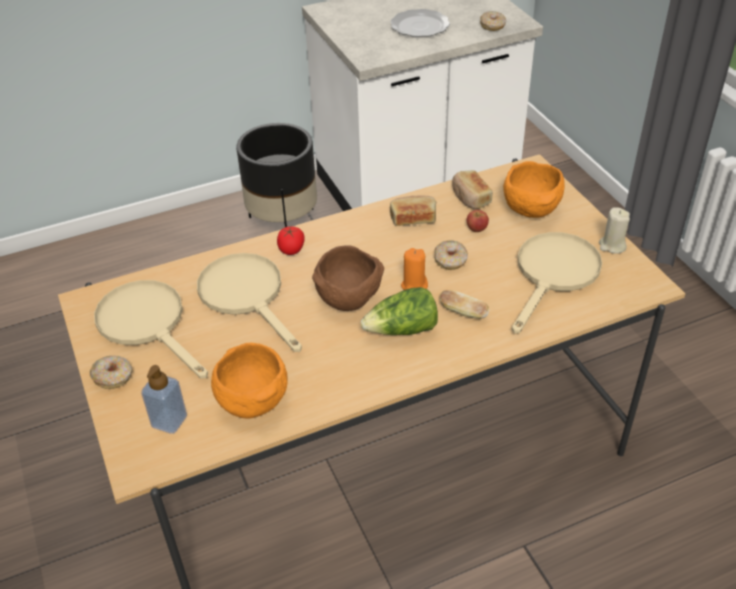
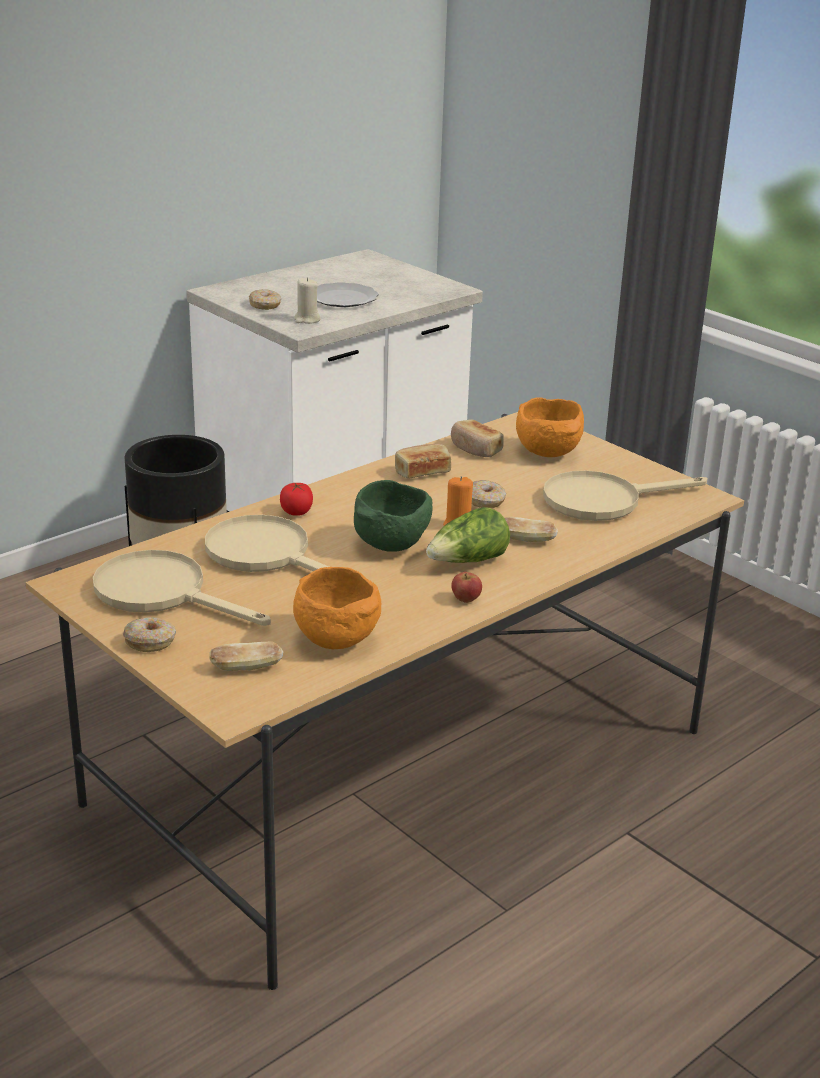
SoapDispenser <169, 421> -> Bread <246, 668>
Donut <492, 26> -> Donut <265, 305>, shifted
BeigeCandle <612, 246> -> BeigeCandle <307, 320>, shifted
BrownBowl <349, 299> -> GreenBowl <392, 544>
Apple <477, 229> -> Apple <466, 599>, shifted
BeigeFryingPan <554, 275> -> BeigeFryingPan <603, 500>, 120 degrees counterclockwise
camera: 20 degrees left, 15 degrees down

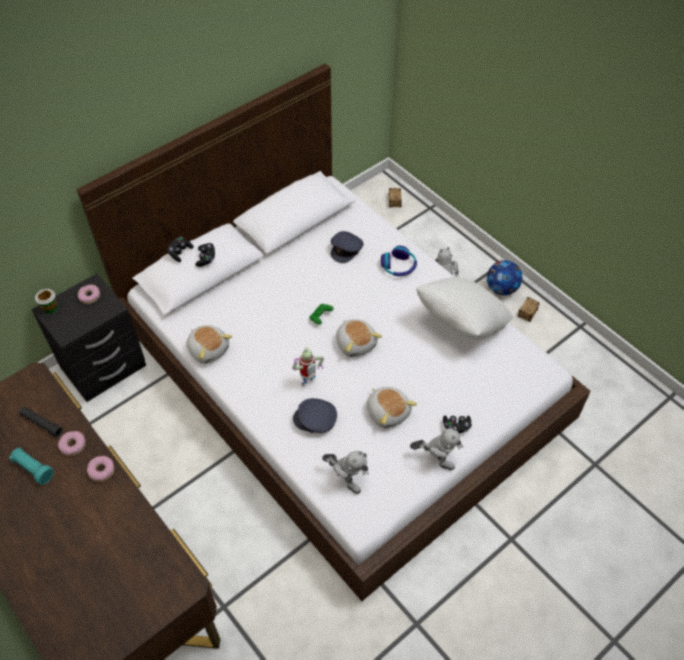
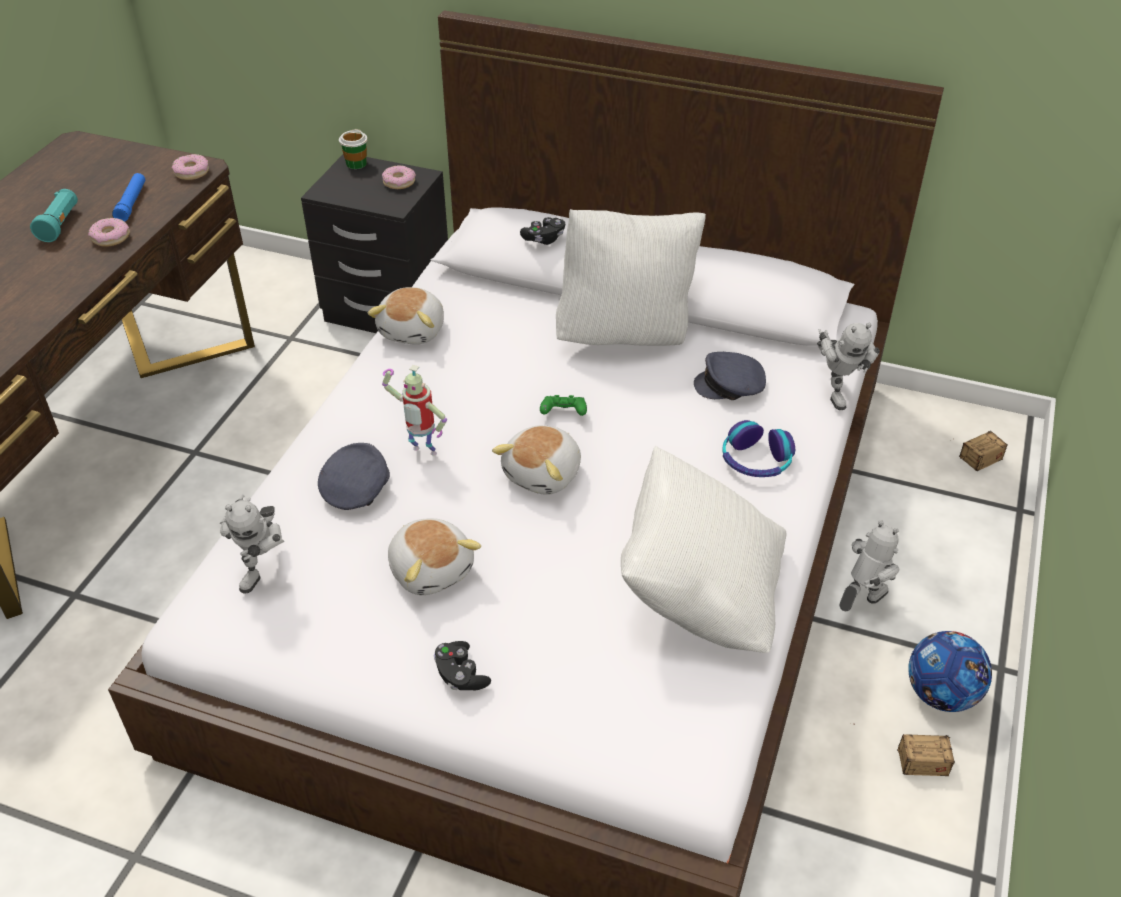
BlackFlashlight <42, 424> -> BlueFlashlight <131, 203>
Donut <101, 471> -> Donut <191, 172>, shifted
GreyCap <315, 420> -> GreyCap <355, 487>, 45 degrees clockwise
PlushToy <388, 412> -> PlushToy <432, 569>, 60 degrees counterclockwise
none -> WhitePillow <626, 335>
ToyRobot <435, 459> -> ToyRobot <836, 391>, shifted
BlackGameController <180, 252> -> none
camera: 60 degrees right, 10 degrees down

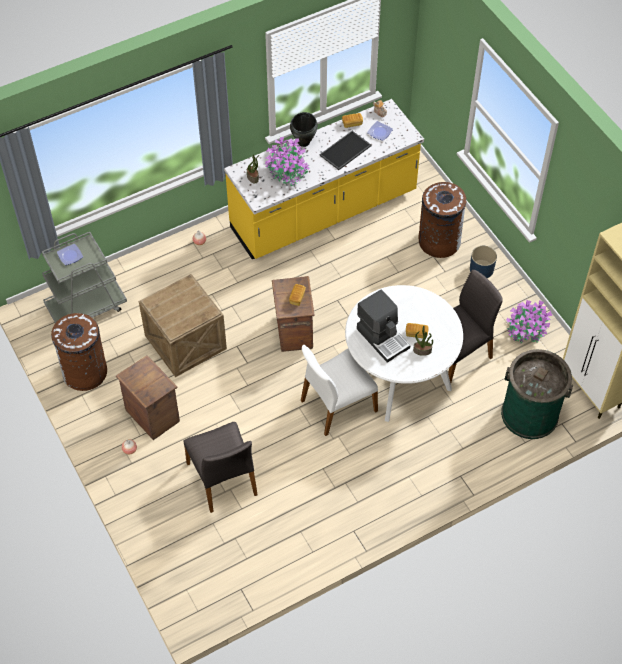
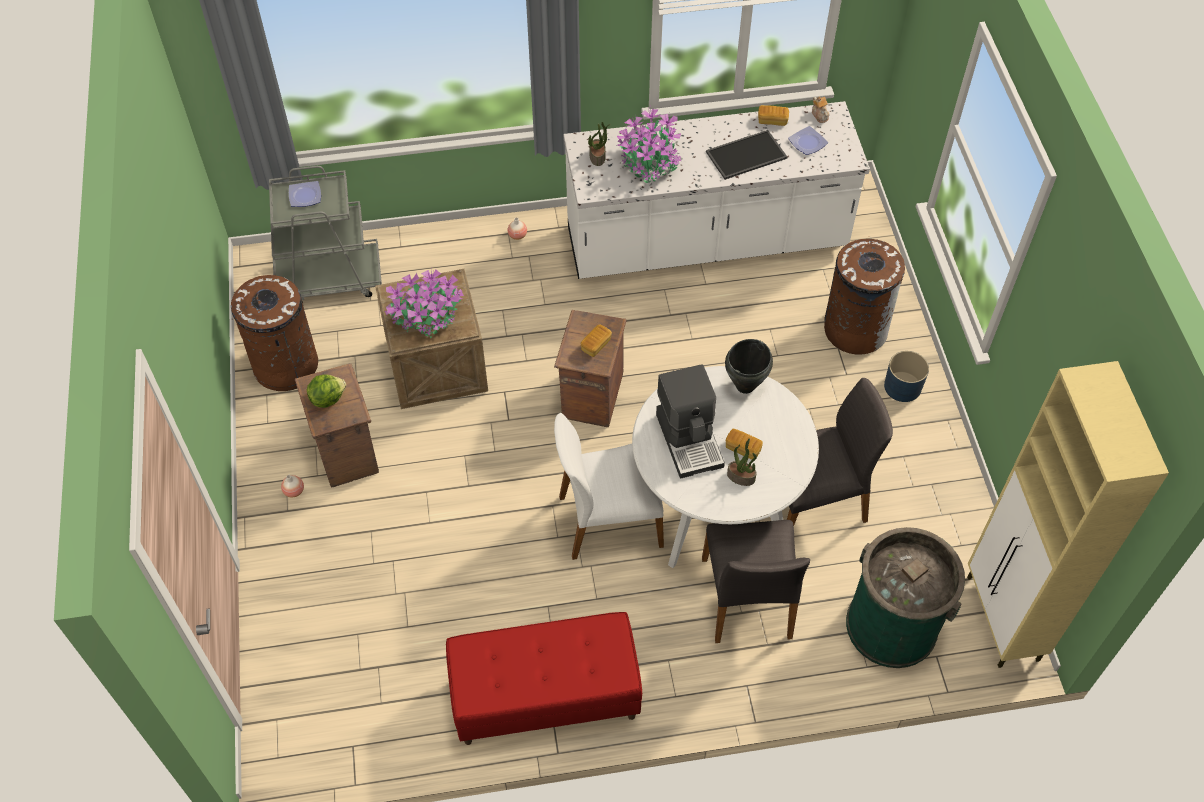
none -> Lettuce <327, 398>
PottedPlant <526, 330> -> PottedPlant <428, 317>, shifted
none -> RedBench <545, 697>
YellowCounter <324, 212> -> WhiteCounter <706, 242>
GreyChair <223, 479> -> GreyChair <748, 599>, shifted
BlackCookingPot <304, 142> -> BlackCookingPot <745, 386>, shifted
camera: 20 degrees right, 0 degrees up

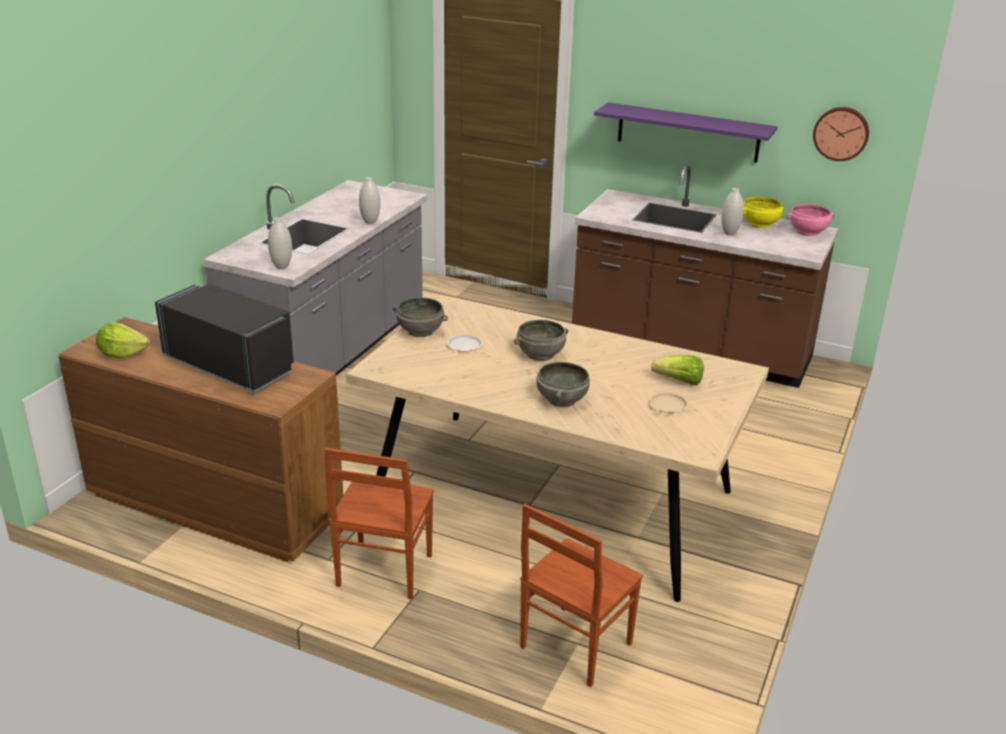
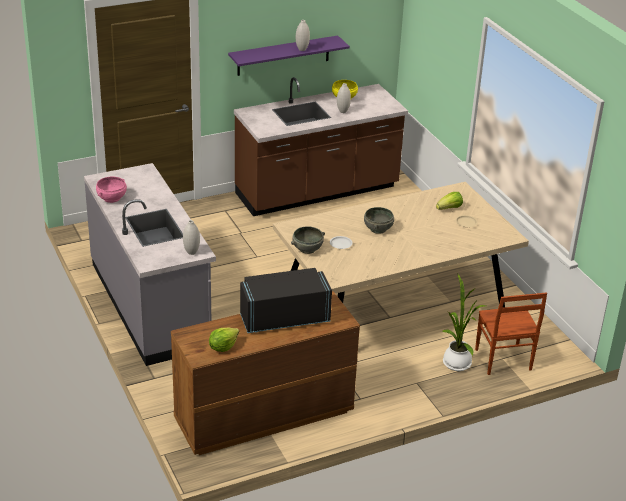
PinkBowl <807, 232> -> PinkBowl <112, 198>, shifted
WhiteVase <370, 222> -> WhiteVase <302, 49>, shifted
none -> PottedPlant <456, 361>
BrownChair <383, 571> -> none
GreyBowl <561, 399> -> none
WallClock <841, 133> -> none
camera: 50 degrees left, 5 degrees up

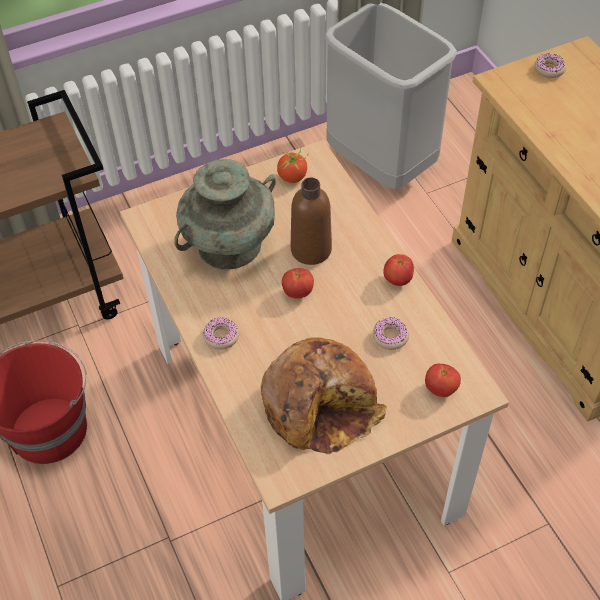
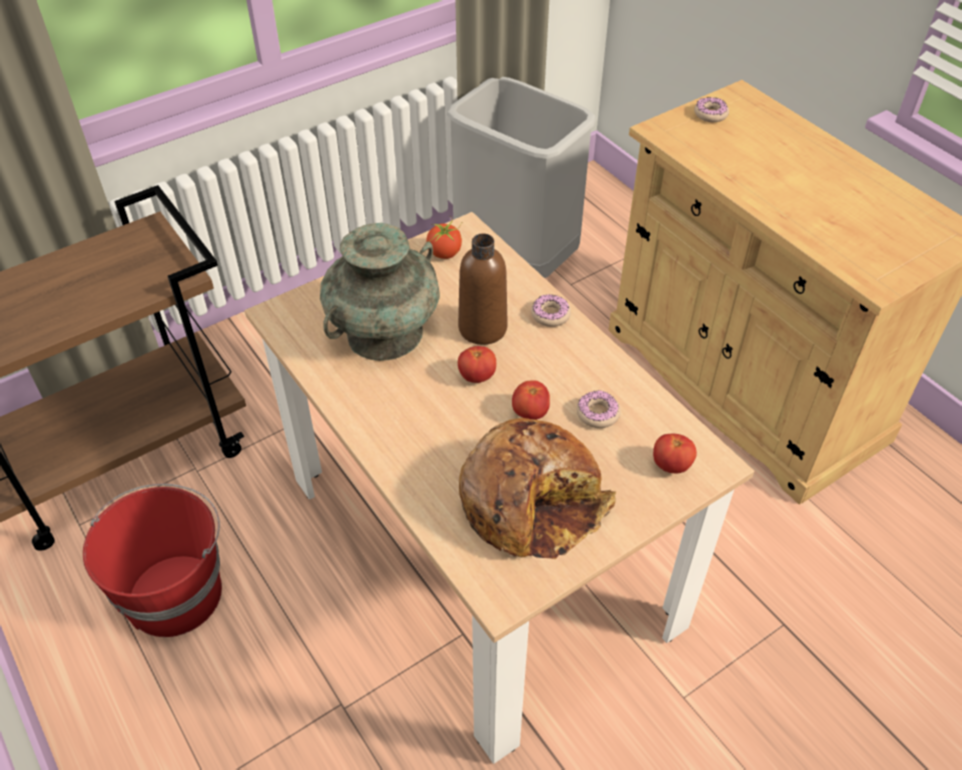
Tomato <397, 279> -> Tomato <530, 413>, shifted
Donut <221, 336> -> Donut <550, 315>, shifted
camera: 10 degrees left, 5 degrees down

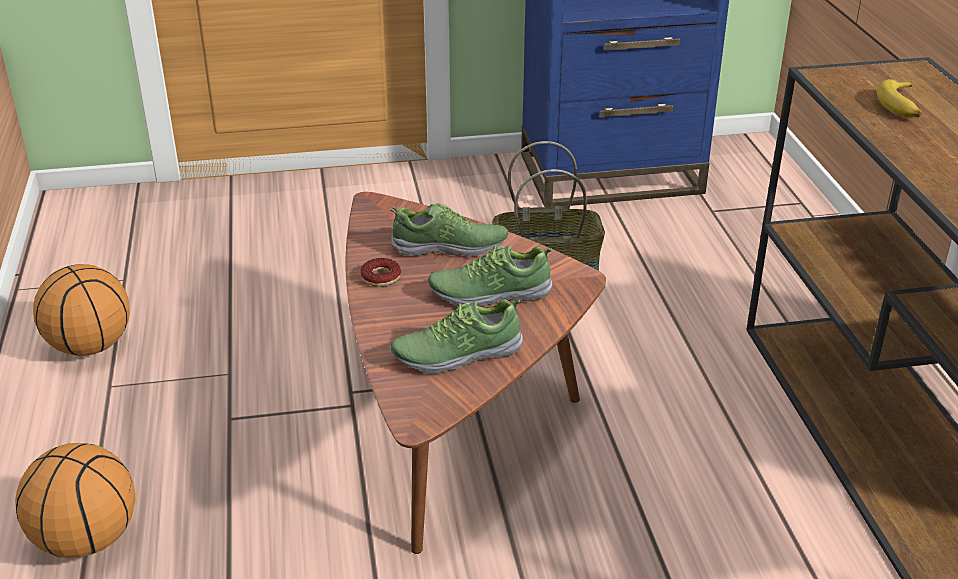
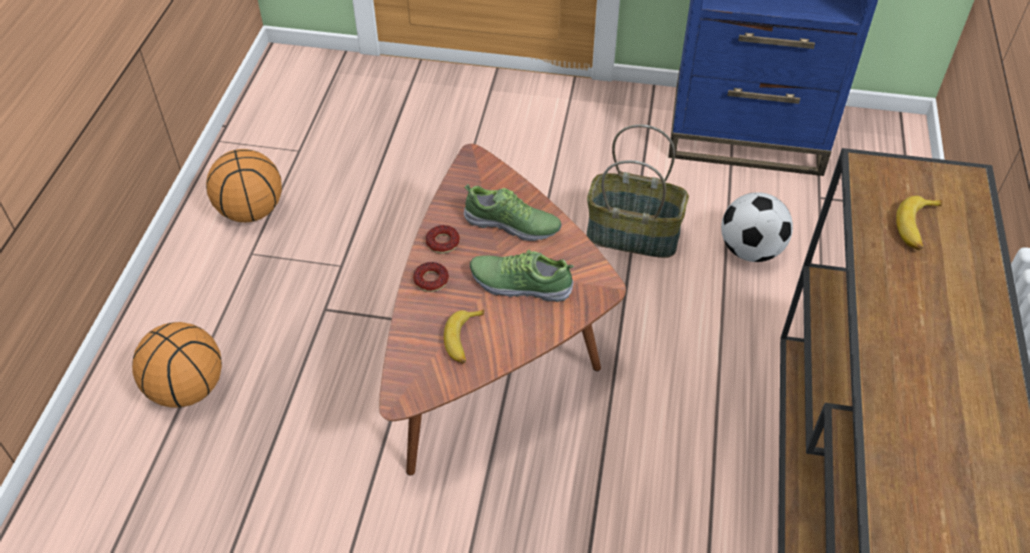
none -> Donut <431, 280>
Shoe <457, 354> -> Banana <464, 340>
none -> Football <750, 250>
camera: 20 degrees right, 15 degrees up

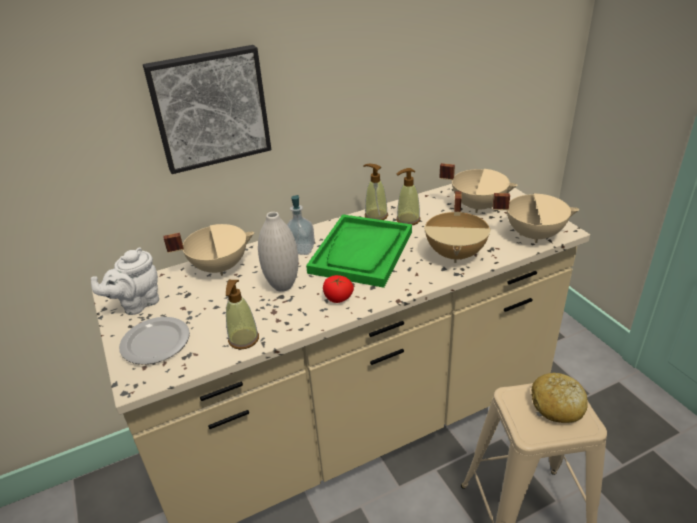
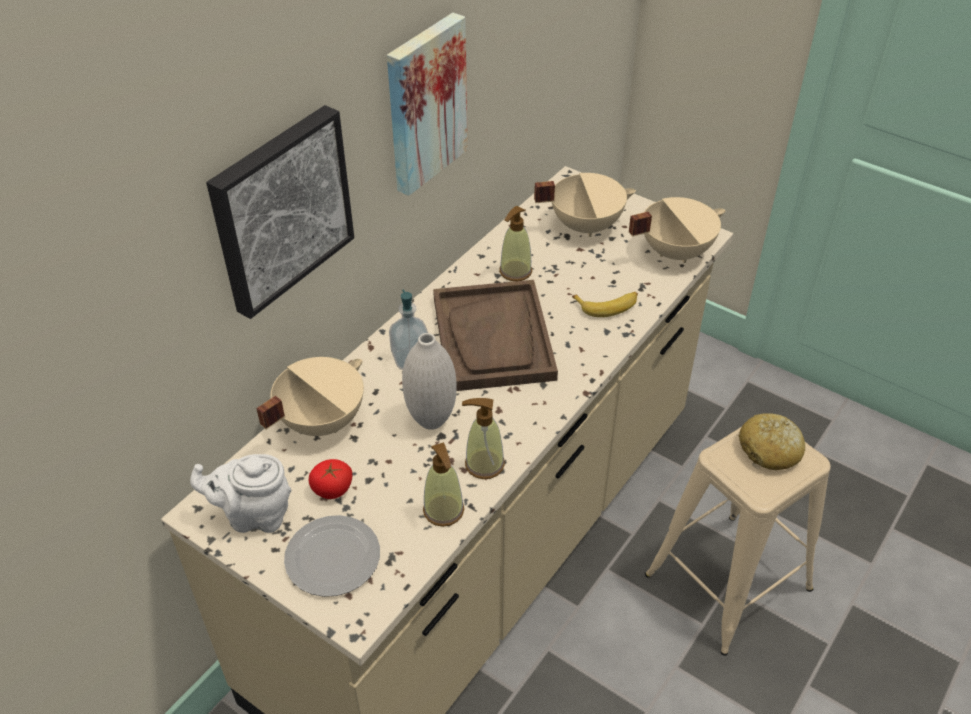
WhiteTeapot <137, 304> -> WhiteTeapot <254, 515>, 75 degrees clockwise
Tomato <338, 298> -> Tomato <332, 490>, shifted
none -> Picture <424, 103>
GreenTray <362, 252> -> BrownTray <493, 338>
SoapDispenser <376, 216> -> SoapDispenser <484, 464>, shifted
BeigeCookingPot <456, 254> -> Banana <607, 306>
camera: 30 degrees left, 10 degrees up

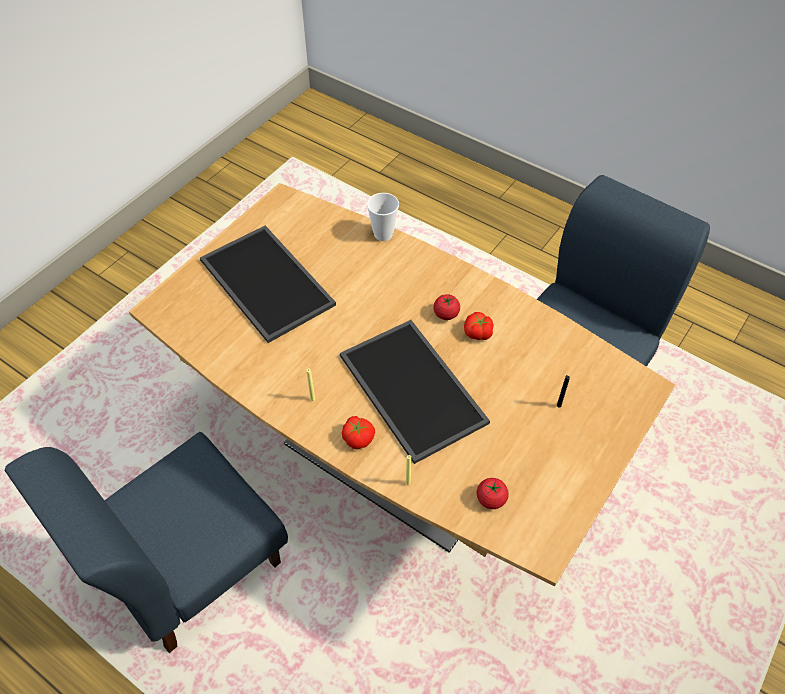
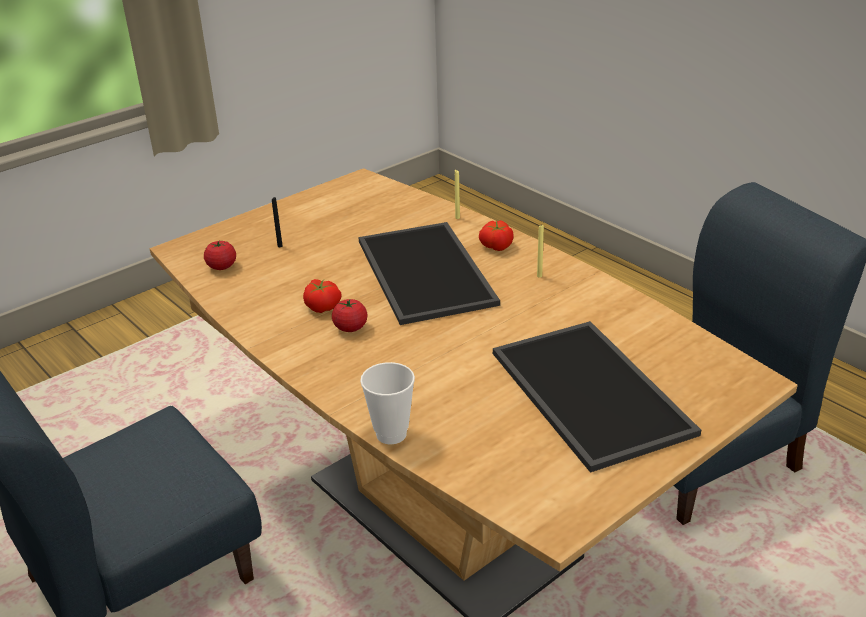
Tomato <491, 499> -> Tomato <222, 266>, shifted
camera: 165 degrees left, 20 degrees down

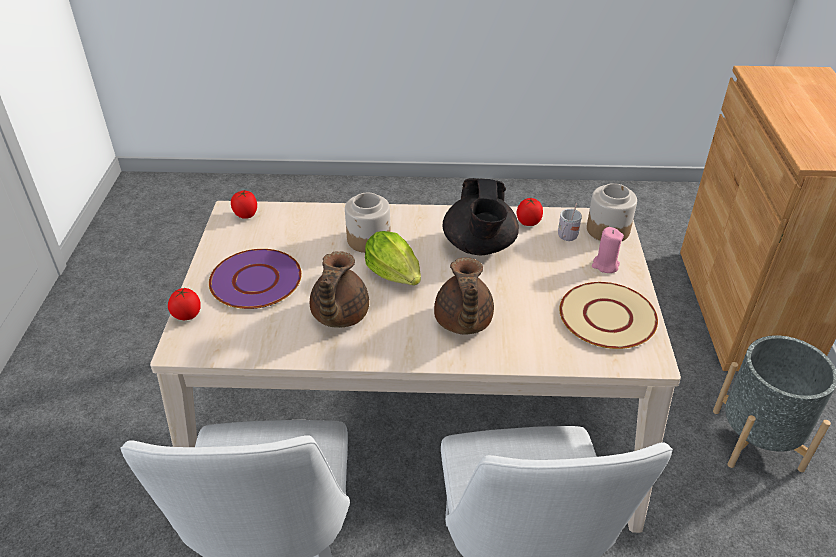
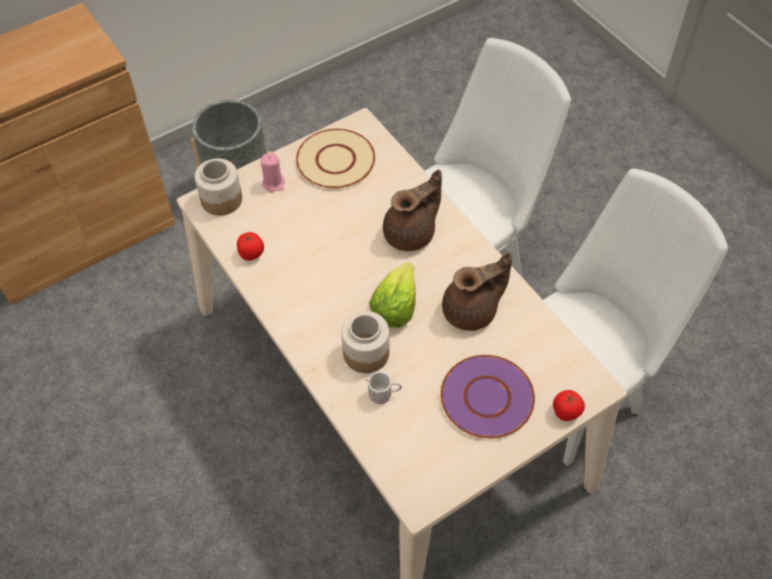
WhiteMug <566, 238> -> WhiteMug <383, 395>, shifted
Tomato <246, 215> -> none
BlackTeapot <479, 246> -> none
camera: 125 degrees left, 15 degrees up

